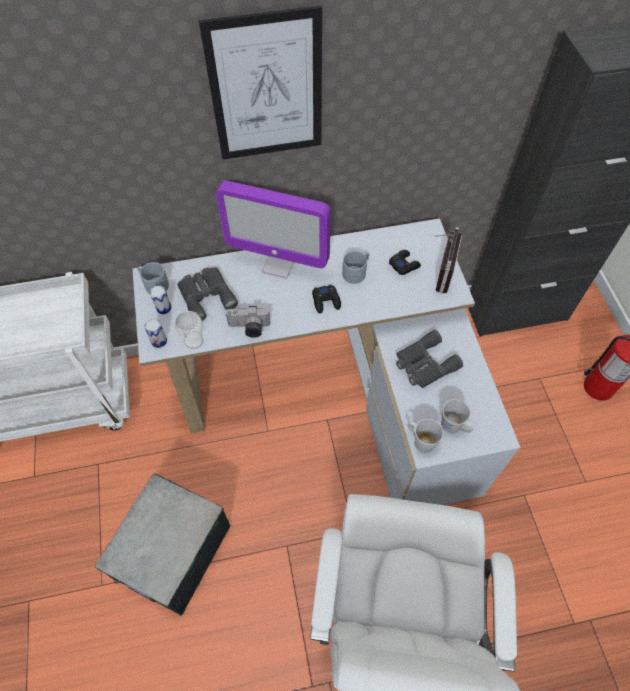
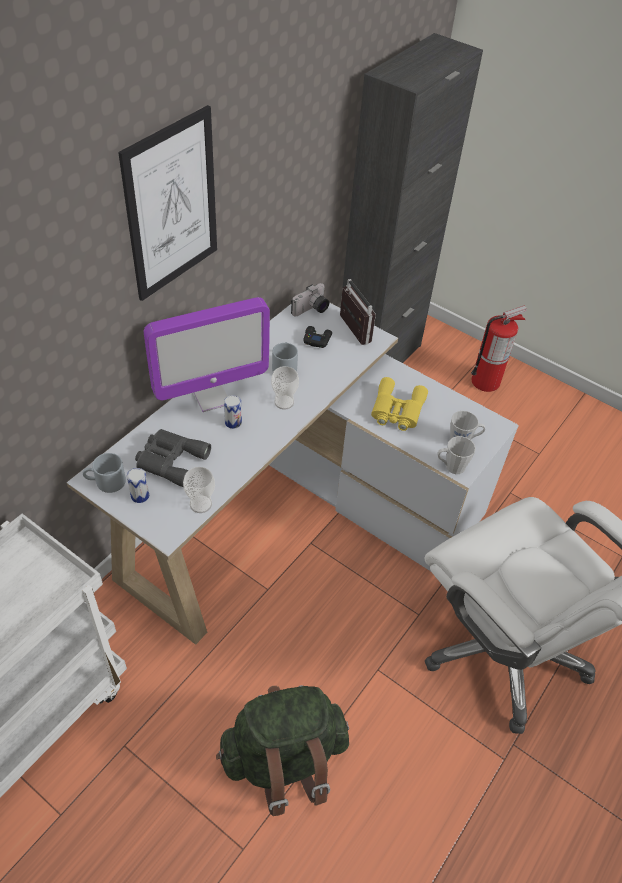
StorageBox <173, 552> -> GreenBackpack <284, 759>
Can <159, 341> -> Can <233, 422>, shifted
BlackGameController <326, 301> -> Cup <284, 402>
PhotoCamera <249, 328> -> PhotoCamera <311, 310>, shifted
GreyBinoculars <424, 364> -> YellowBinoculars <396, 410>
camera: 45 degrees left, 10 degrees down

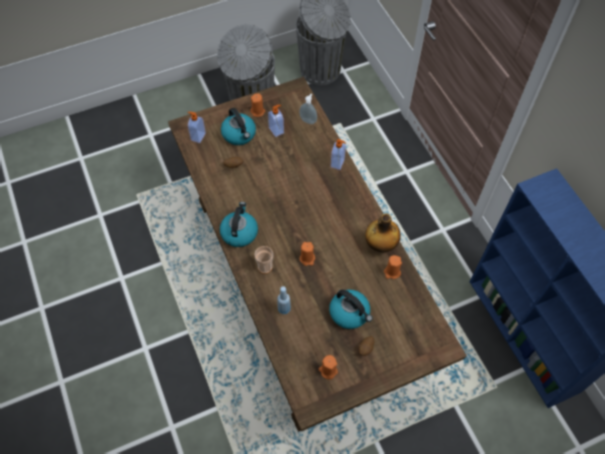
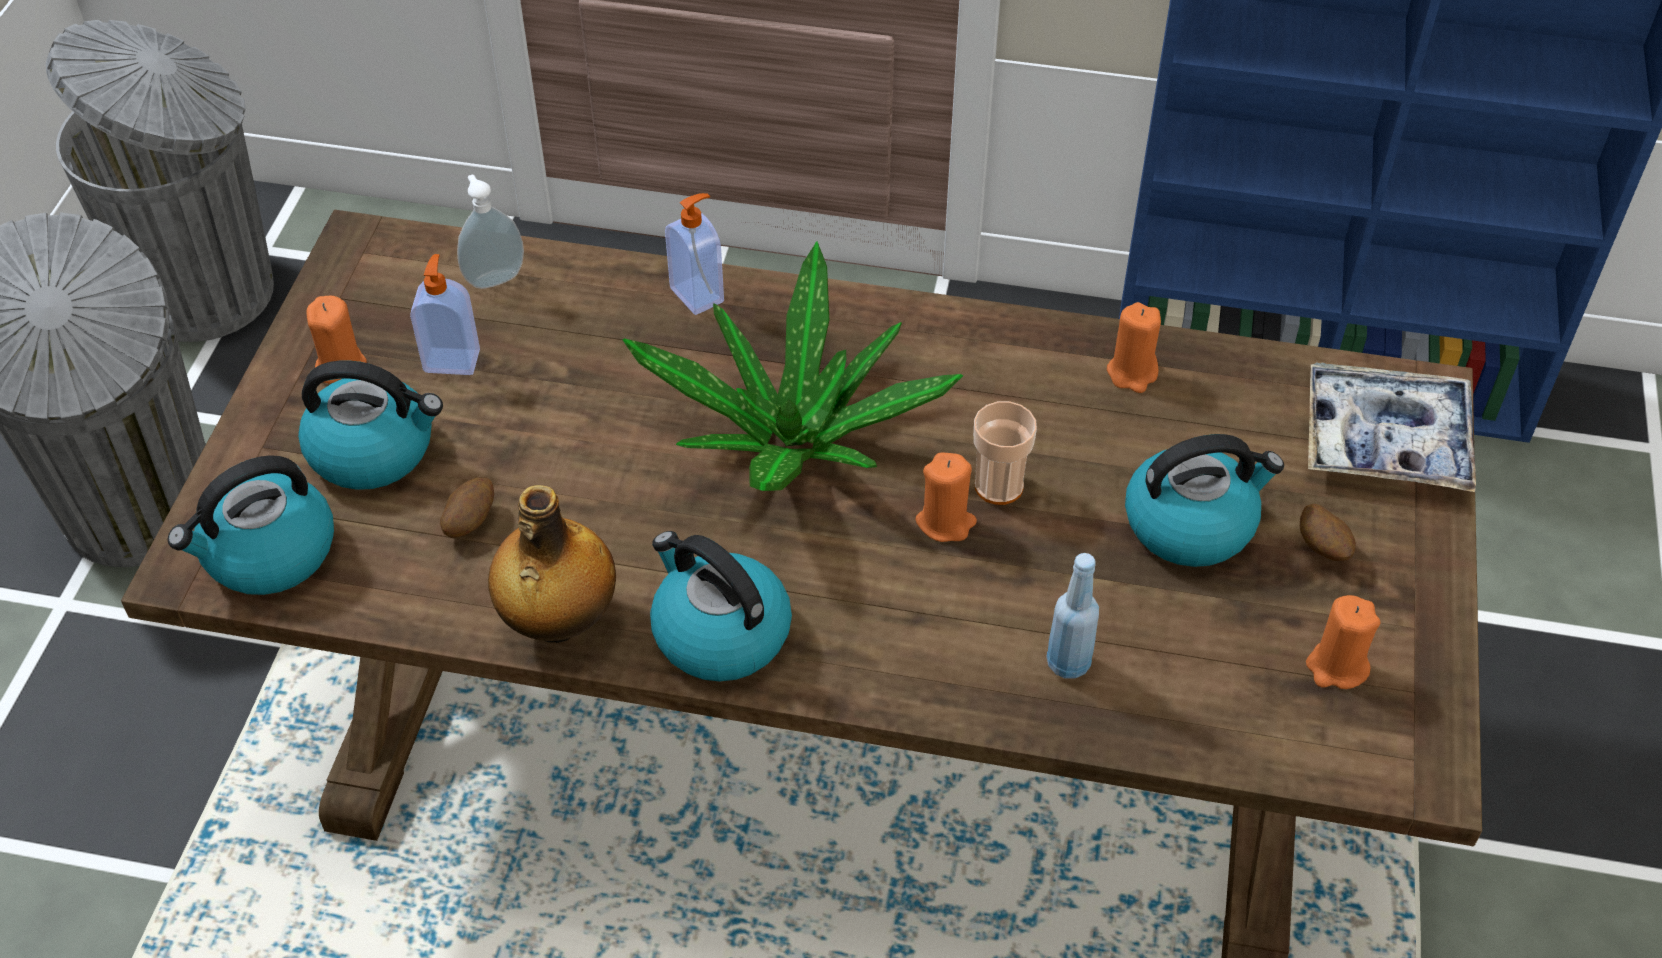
SoapDispenser <197, 136> -> Kettle <268, 554>
Bottle <380, 244> -> Bottle <558, 621>, shifted
none -> PottedPlant <792, 439>
Cup <265, 267> -> Cup <998, 486>, shifted
none -> Tray <1386, 440>
camera: 55 degrees left, 10 degrees down

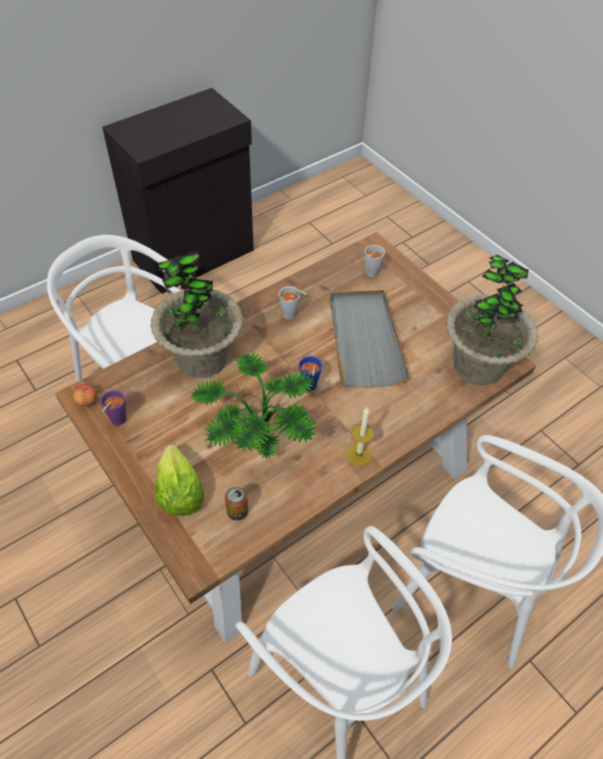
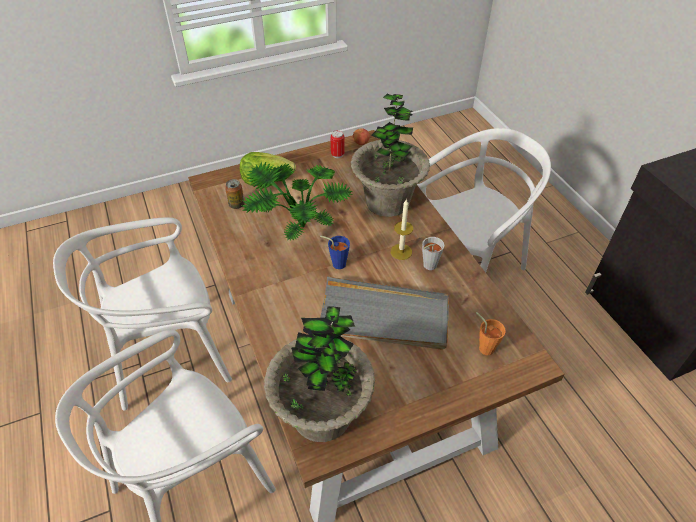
PurpleCup <116, 422> -> Can <337, 155>
Candle <359, 454> -> Candle <401, 251>, shifted
GreyCup <370, 274> -> OrangeCup <483, 346>
camera: 105 degrees right, 5 degrees down

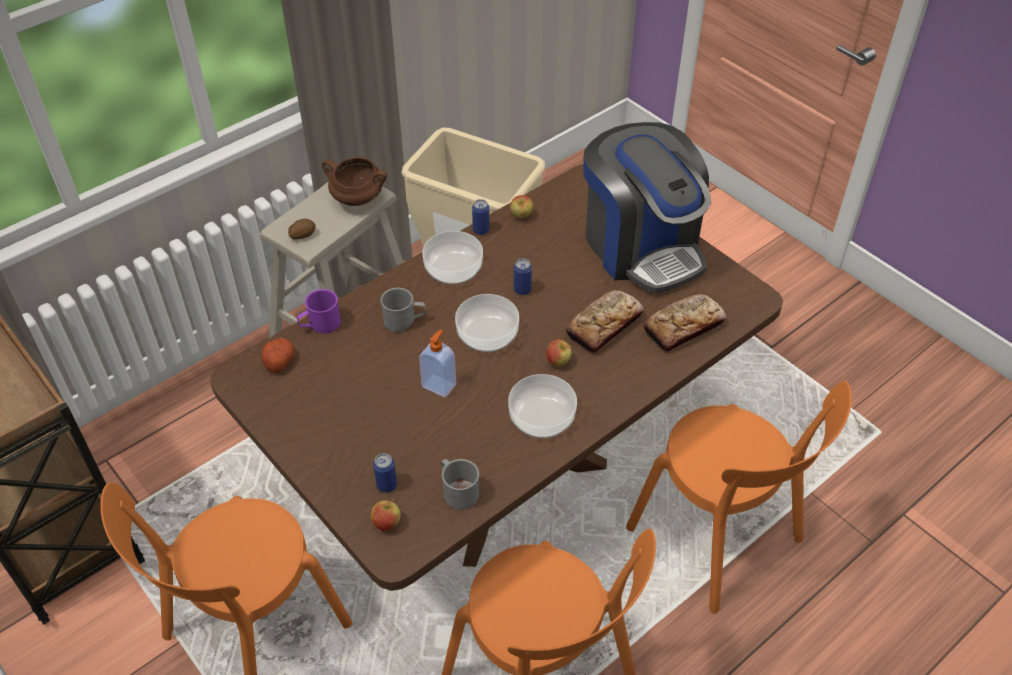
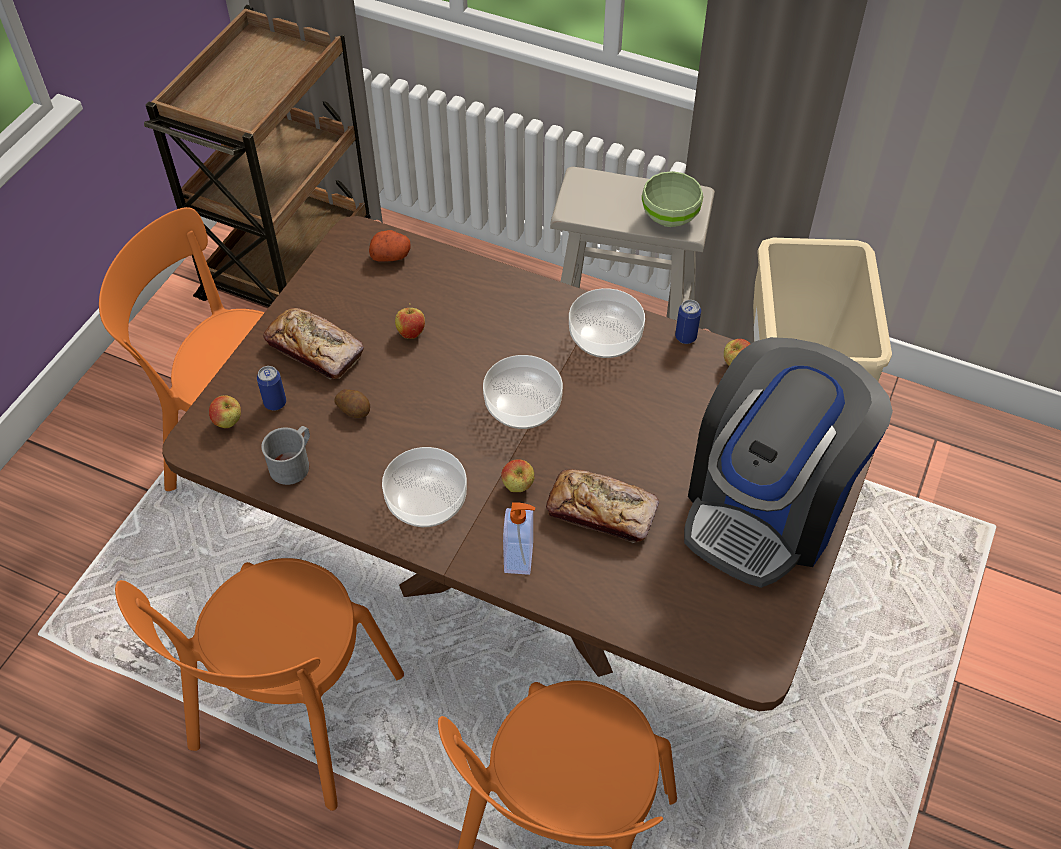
Bread <683, 328> -> Bread <315, 350>, shifted
Potato <302, 235> -> Potato <354, 409>, shifted
none -> Apple <411, 333>
SoapDispenser <439, 385> -> SoapDispenser <520, 558>, shifted
BrownCookingPot <357, 199> -> GreenBowl <668, 216>
PurpleMug <320, 324> -> none
GreyMug <404, 321> -> none
Can <522, 290> -> none
camera: 65 degrees right, 5 degrees up

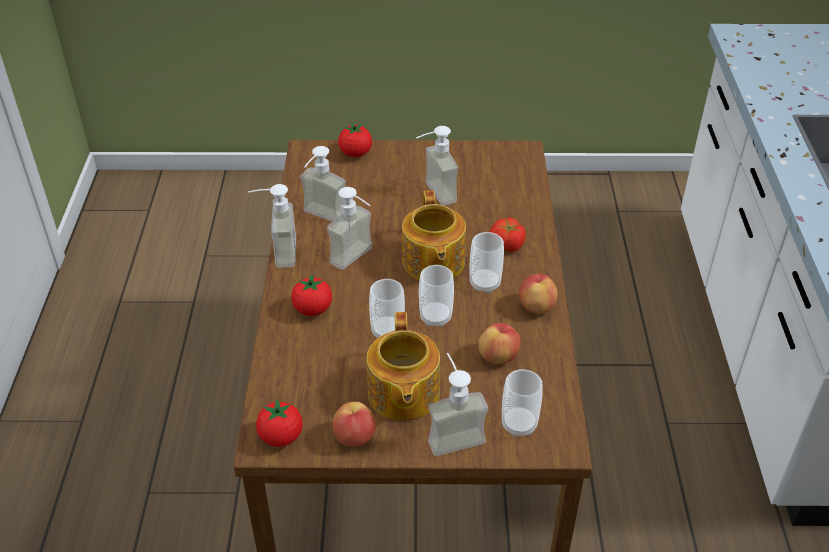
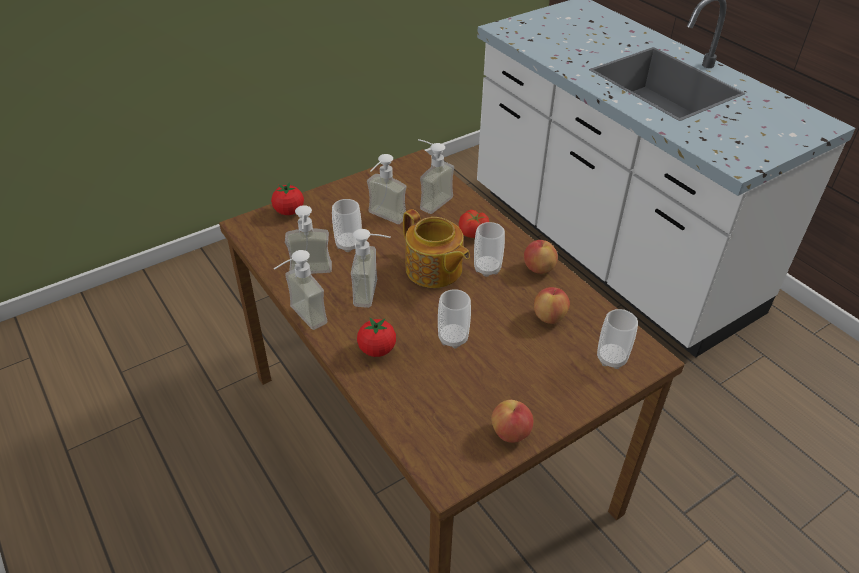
Cup <435, 317> -> Cup <348, 244>, shifted
SoapDispenser <452, 433> -> SoapDispenser <430, 200>, shifted
Tomato <281, 437> -> none
Teapot <402, 394> -> none
camera: 35 degrees left, 0 degrees up

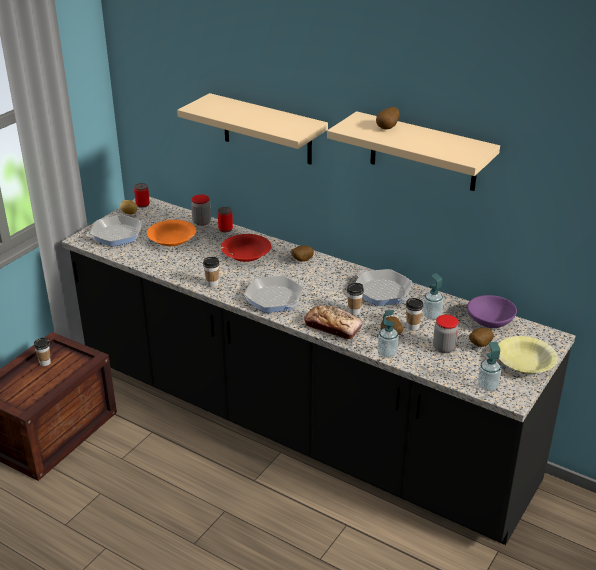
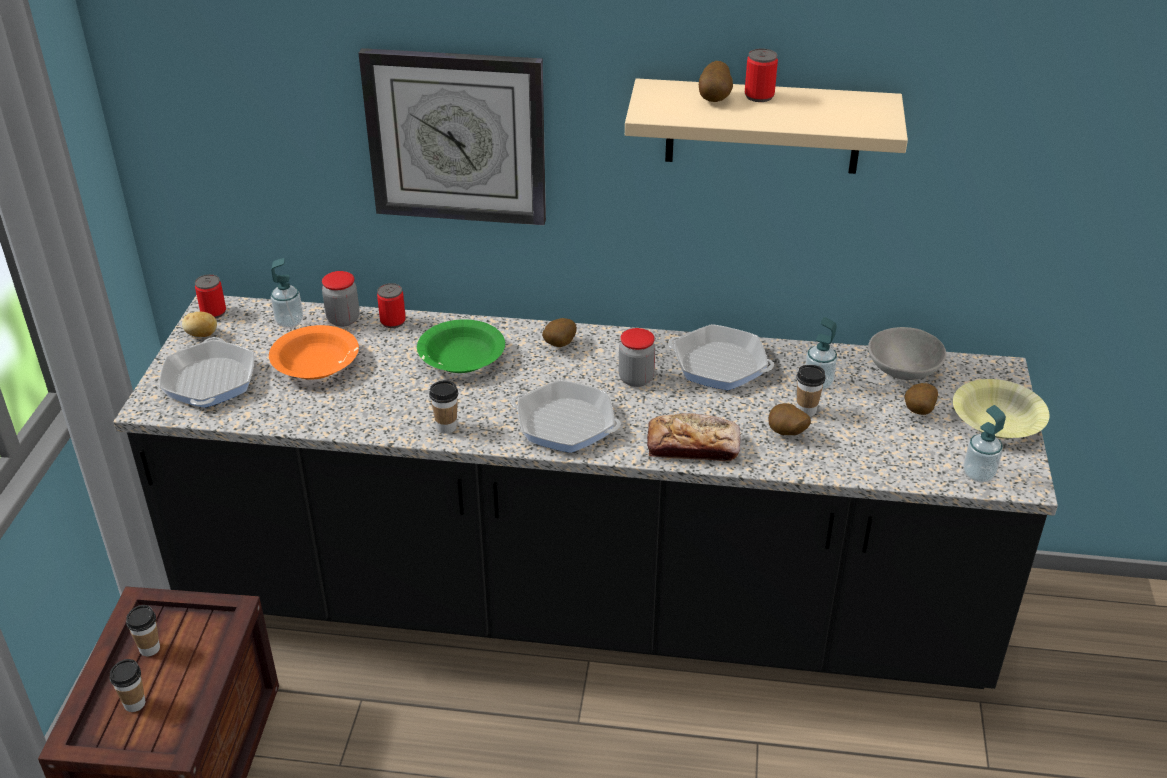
Cup <354, 311> -> Cup <134, 703>, shifted
FryingPan <117, 235> -> FryingPan <210, 381>, 45 degrees counterclockwise
SoapDispenser <387, 353> -> SoapDispenser <289, 322>, shifted
BeigeShelf <267, 129> -> WallClock <456, 137>
RedBowl <246, 254> -> GreenBowl <461, 358>
Jar <444, 348> -> Jar <636, 378>, shifted
none -> Can <759, 96>
PurpleBowl <490, 322> -> GreyBowl <903, 370>
camera: 25 degrees left, 5 degrees up

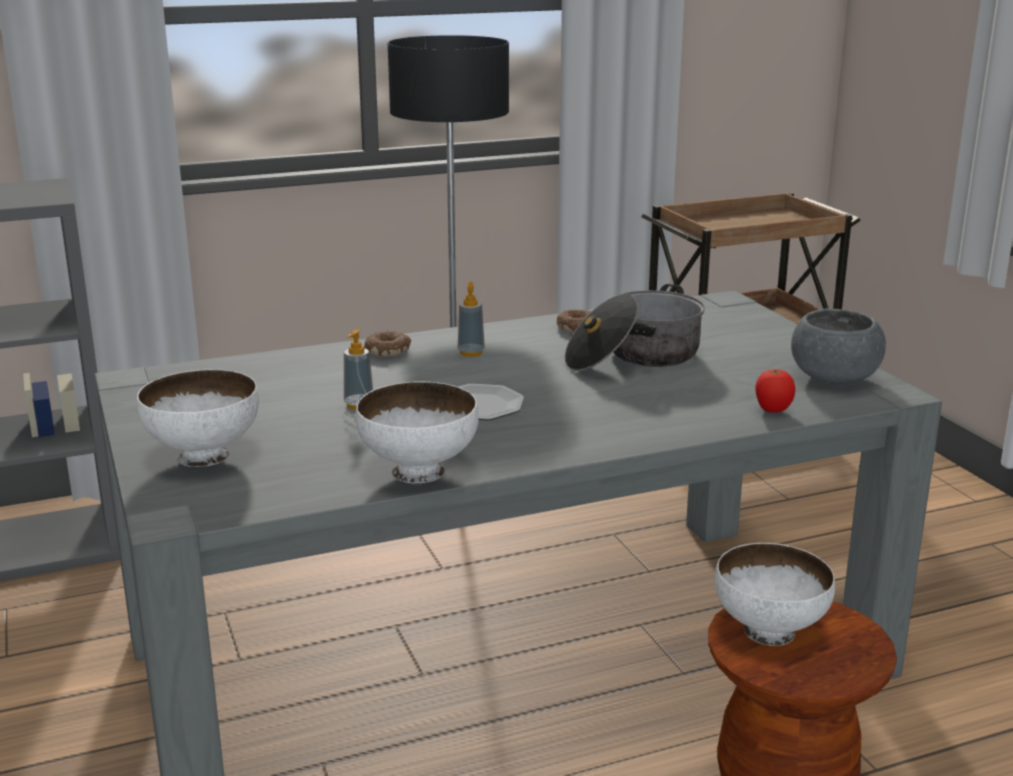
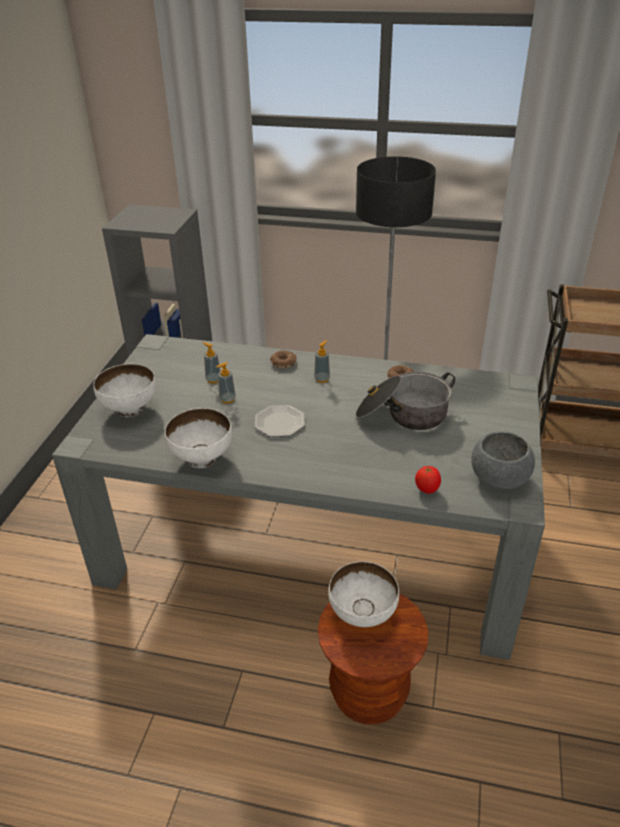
none -> SoapDispenser <213, 379>
camera: 35 degrees right, 15 degrees up

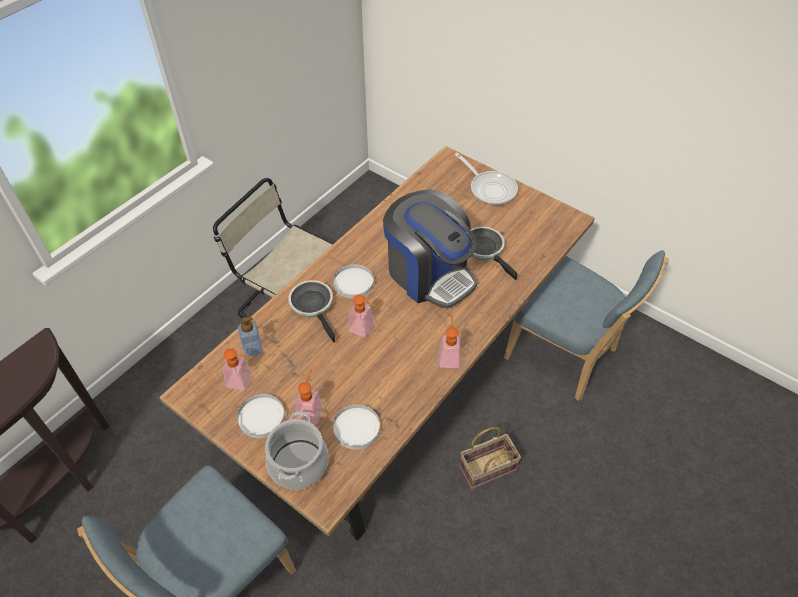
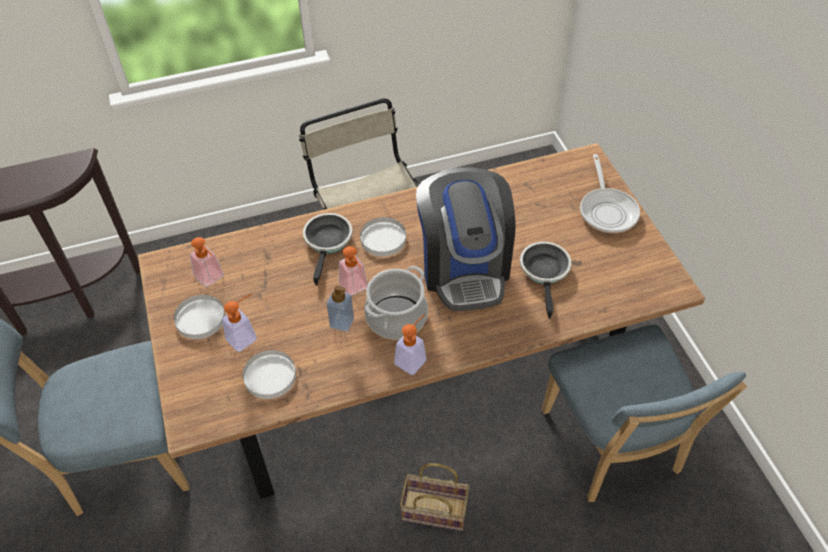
SoapDispenser <253, 349> -> SoapDispenser <342, 322>, shifted
CookingPot <298, 464> -> CookingPot <396, 317>, shifted
camera: 35 degrees right, 0 degrees up

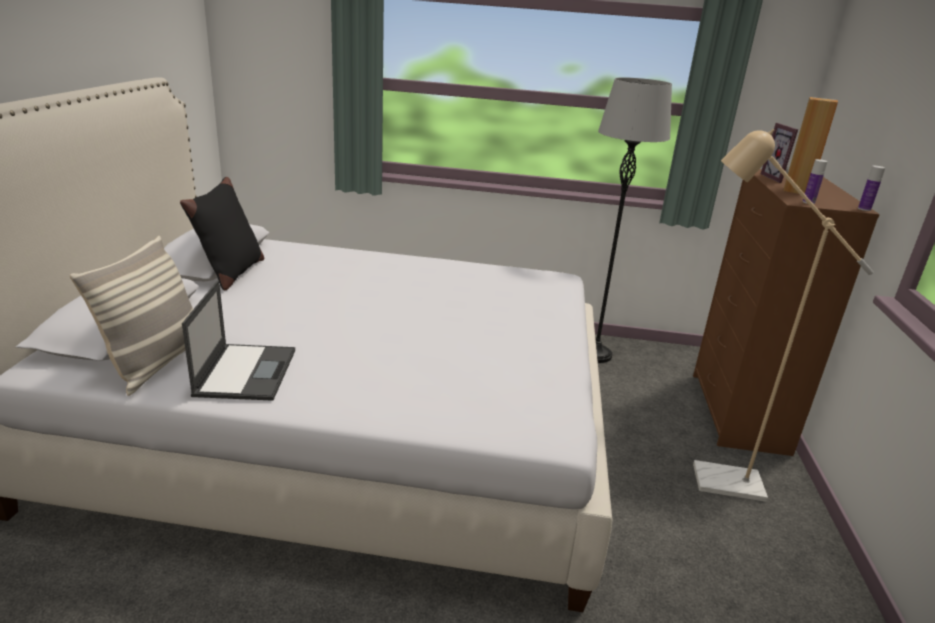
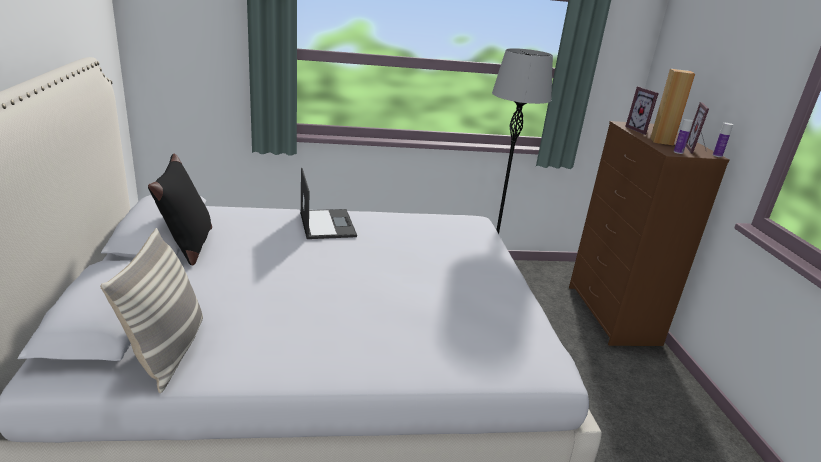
Laptop <246, 371> -> Laptop <327, 224>, shifted
none -> PictureFrame <696, 150>
BeigeFloorLamp <714, 480> -> none
camera: 15 degrees left, 0 degrees up

